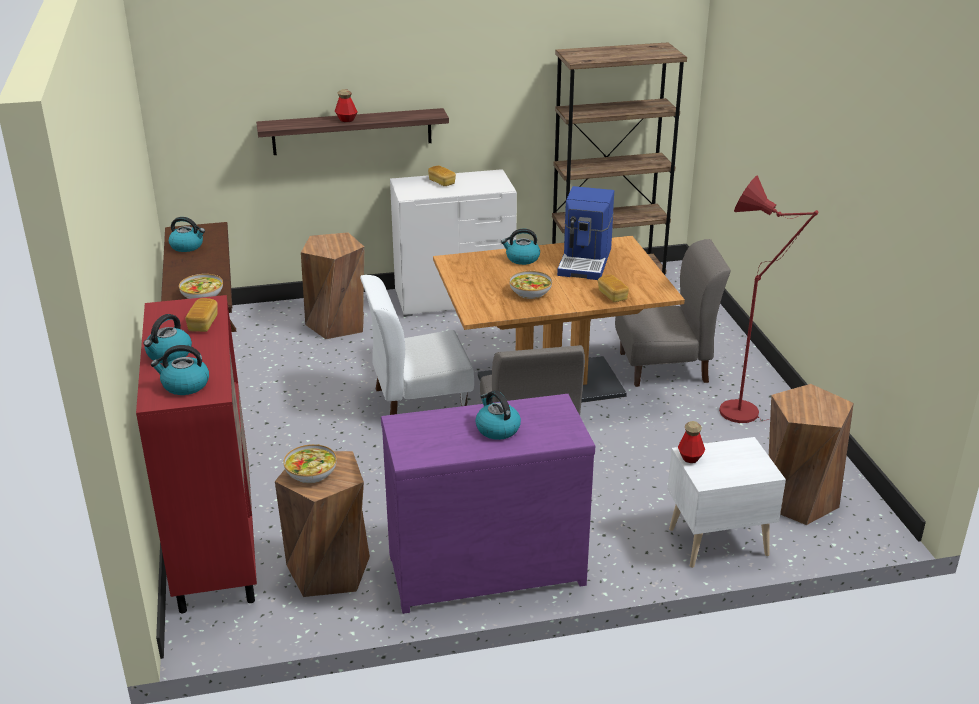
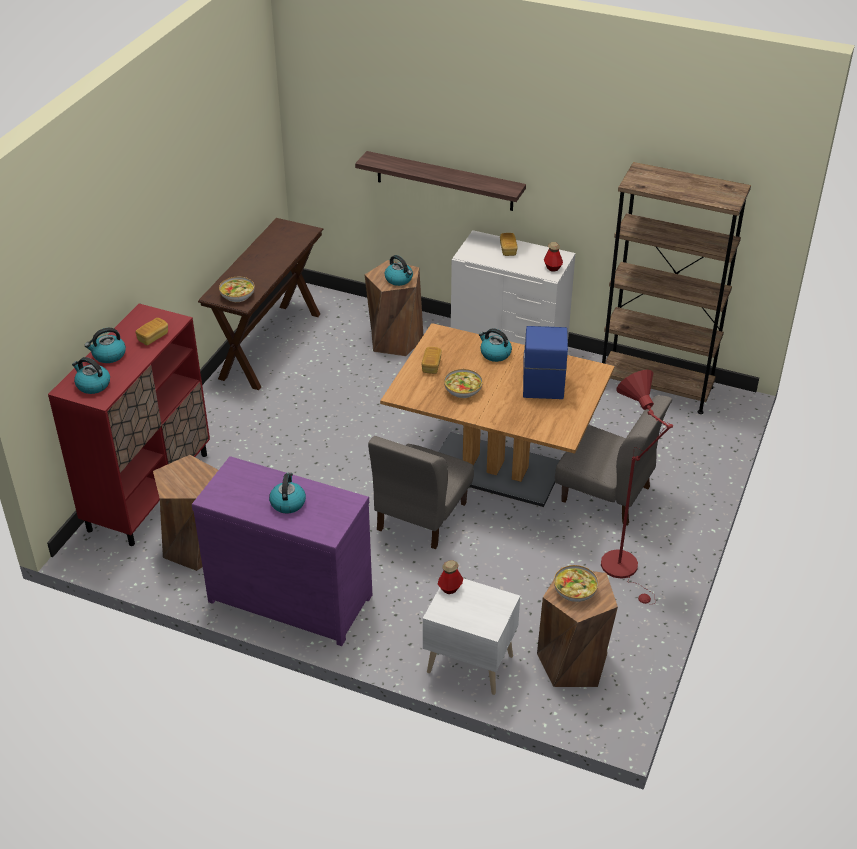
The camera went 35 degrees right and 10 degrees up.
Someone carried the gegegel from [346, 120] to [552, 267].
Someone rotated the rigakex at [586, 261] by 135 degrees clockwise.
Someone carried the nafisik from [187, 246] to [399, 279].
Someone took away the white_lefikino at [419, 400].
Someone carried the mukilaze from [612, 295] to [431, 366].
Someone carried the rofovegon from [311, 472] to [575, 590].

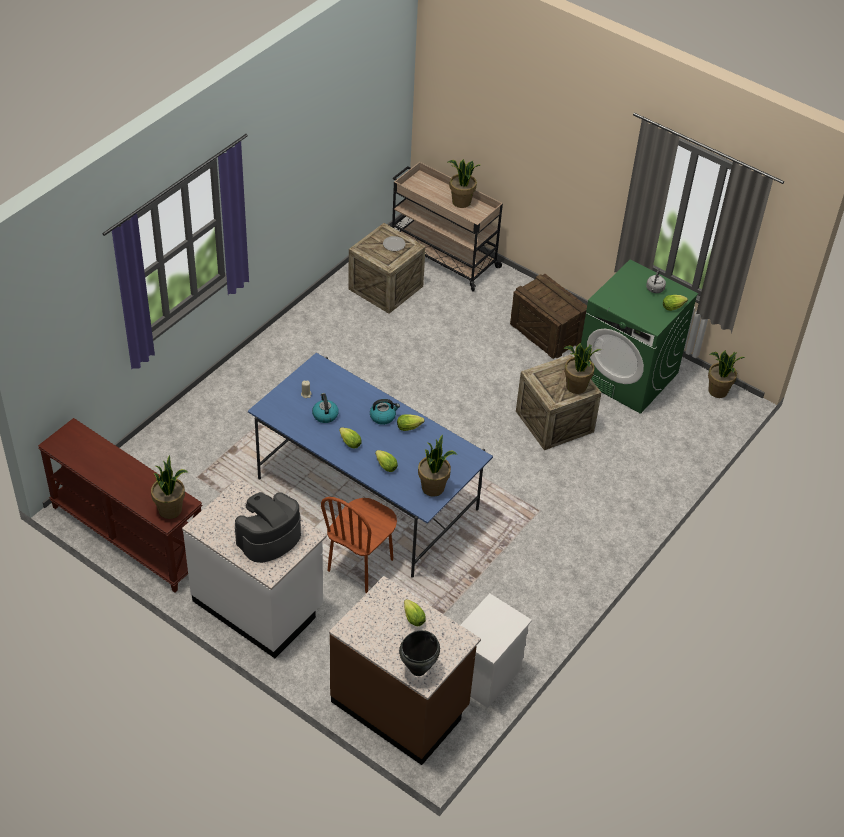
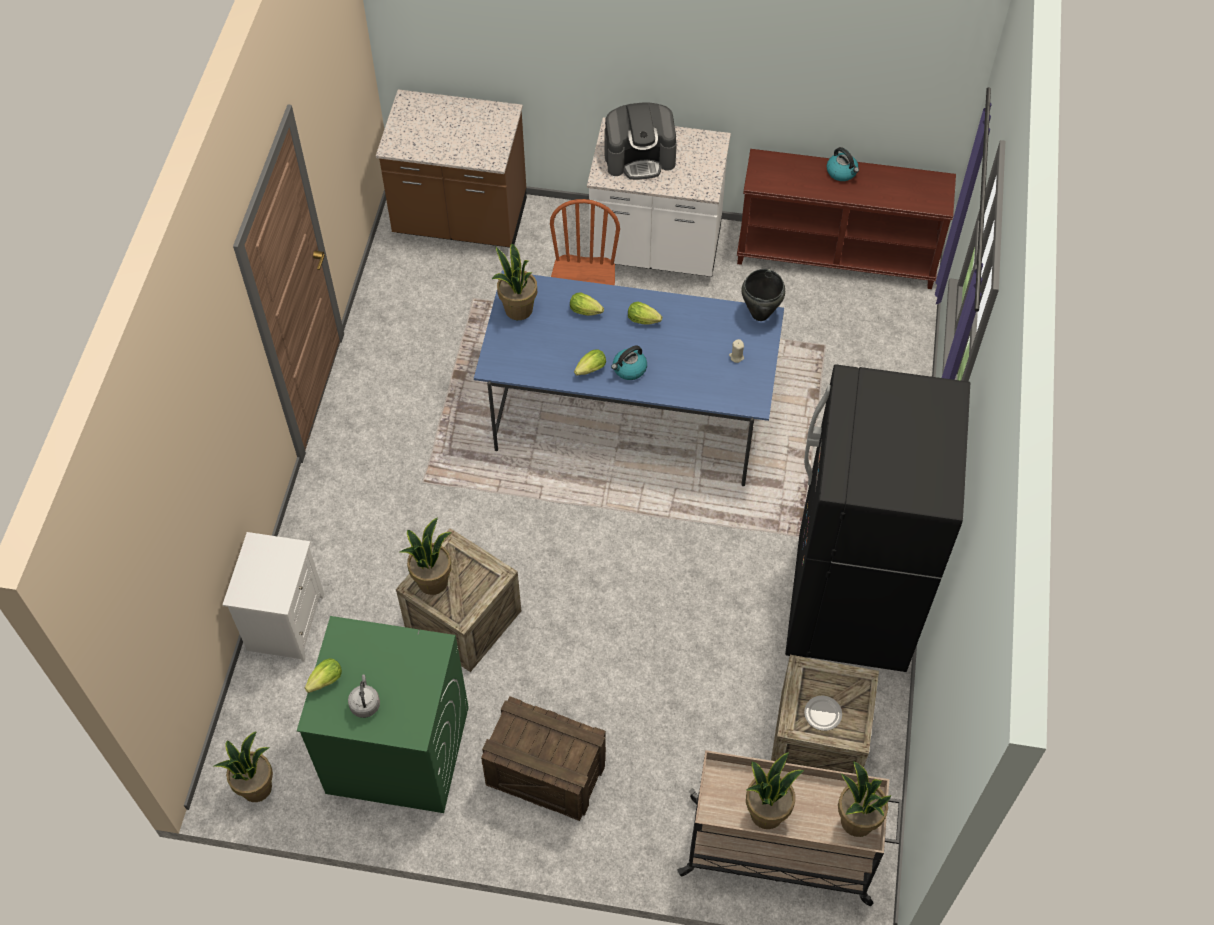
The camera went 155 degrees right and 10 degrees up.
Someone carried the nafisik from [325, 415] to [842, 172].
Someone carried the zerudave from [170, 510] to [856, 821].
Someone rotated the rigakex at [268, 538] by 60 degrees clockwise.
Someone carried the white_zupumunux from [485, 677] to [285, 621].
Someone took away the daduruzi at [412, 617].
Someone carried the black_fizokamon from [418, 669] to [759, 314].
Someone put down the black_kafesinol at [850, 604].

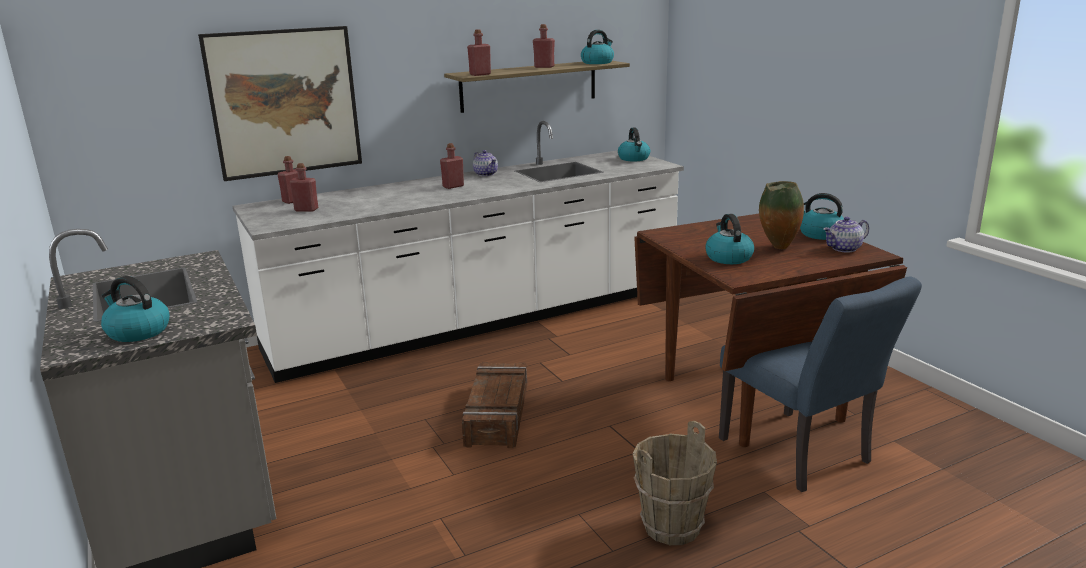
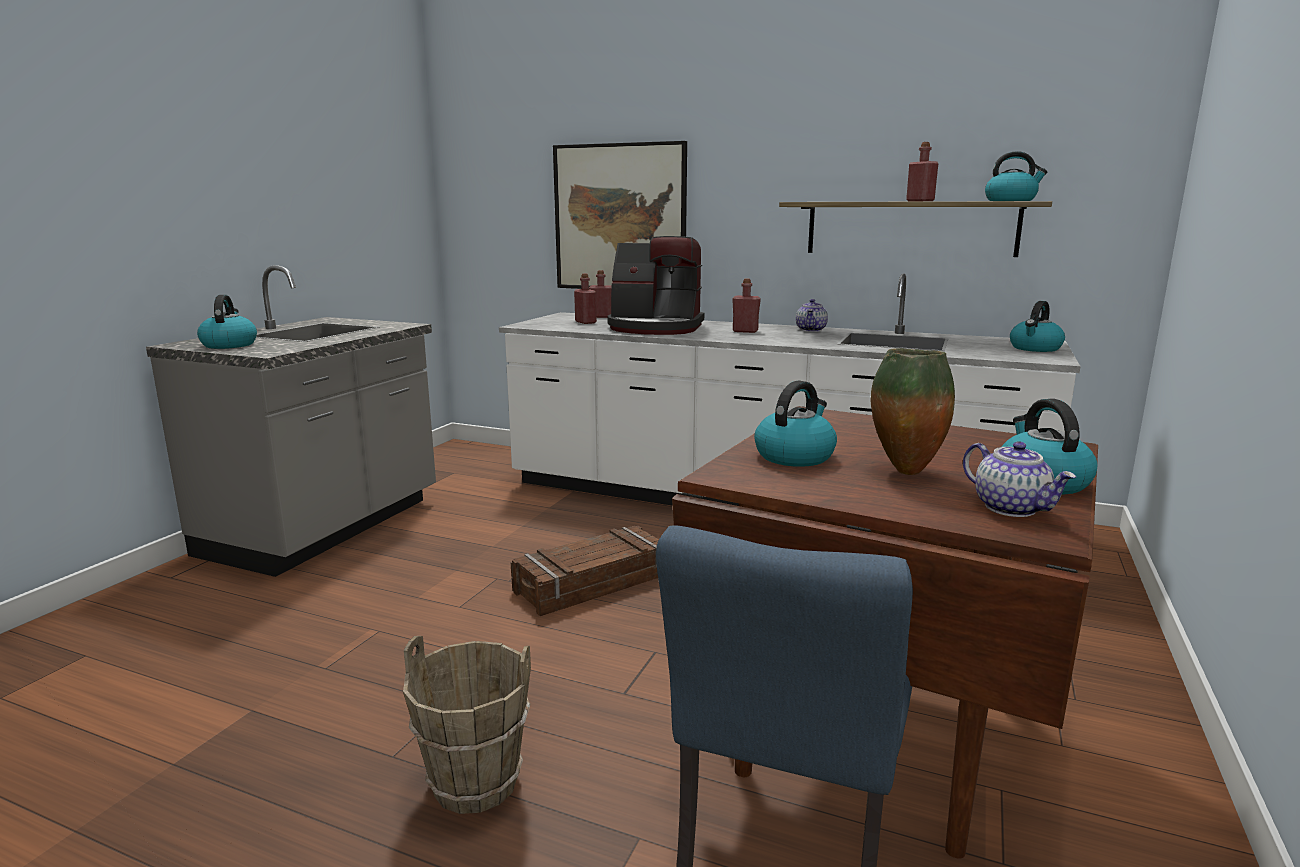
The camera went 50 degrees right and 5 degrees down.
Someone took away the red_gegegel at [480, 74].
Someone rotated the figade at [844, 249] by 150 degrees counterclockwise.
Someone put down the rigakex at [655, 328].

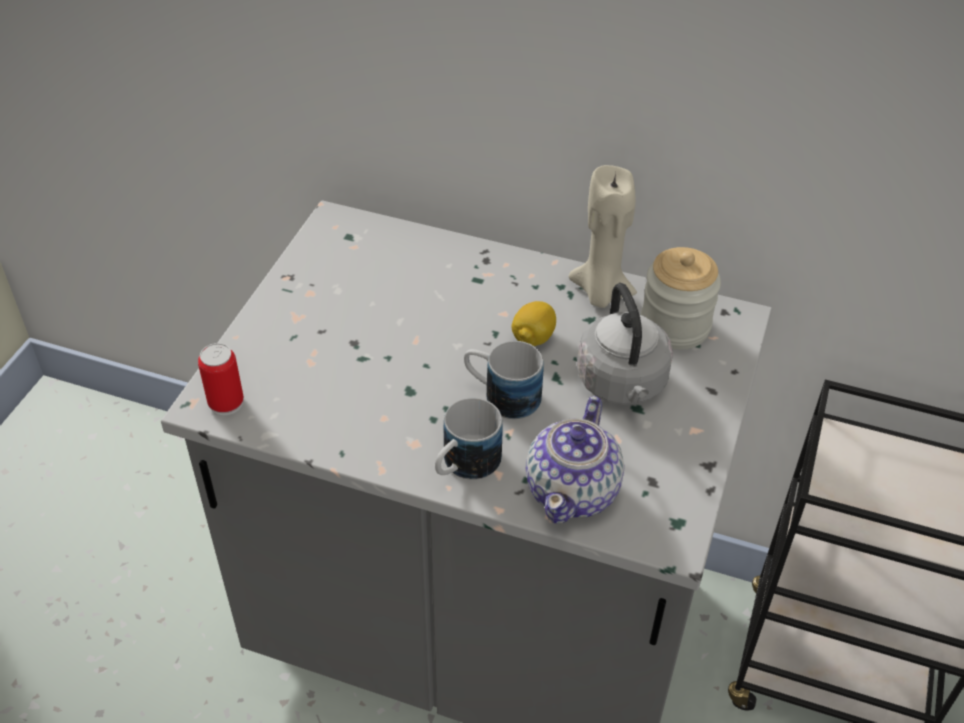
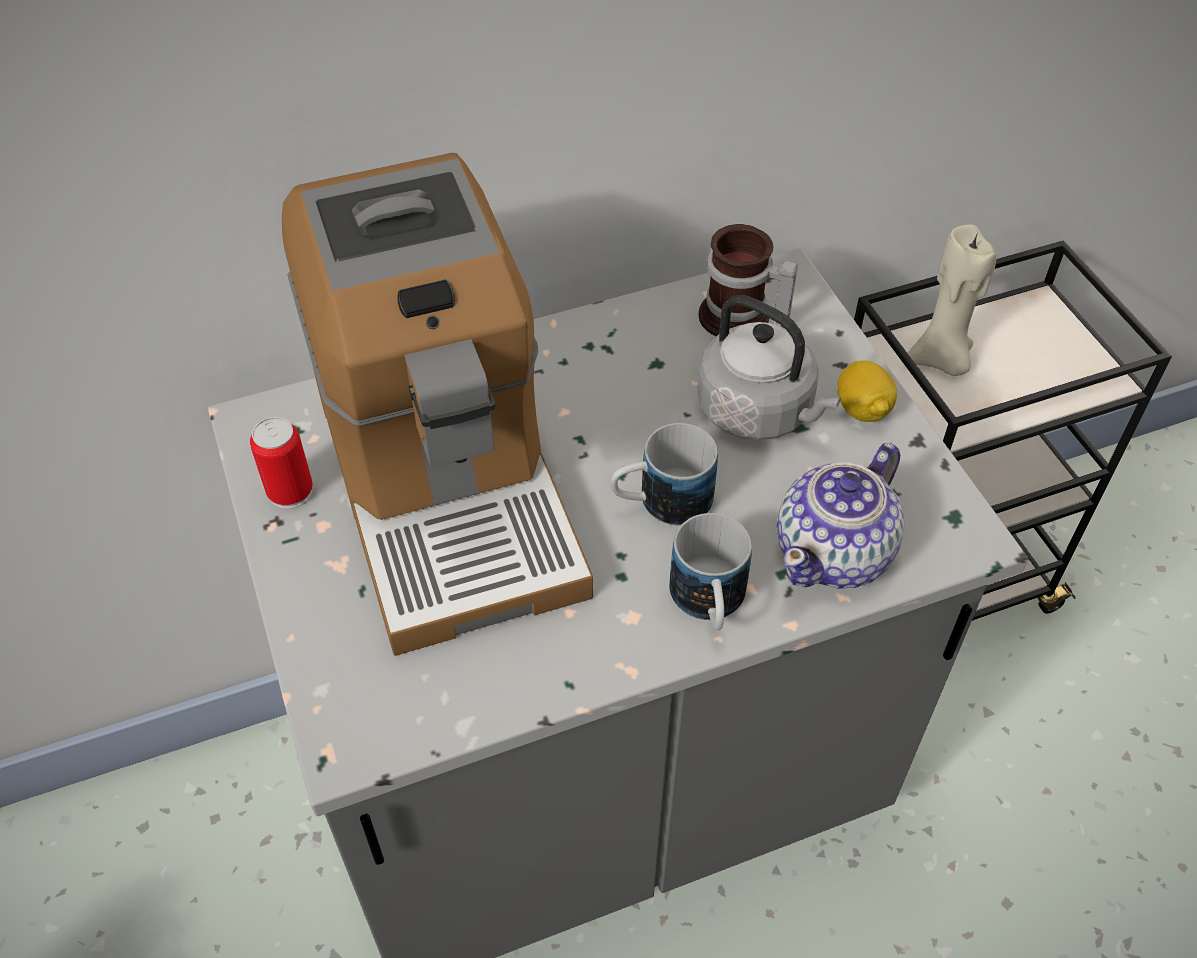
The camera went 40 degrees left and 5 degrees up.
Someone carried the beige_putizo from [601, 293] to [940, 360].
Someone swapped the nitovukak at [675, 326] for the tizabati at [740, 320].
Someone carried the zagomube from [533, 338] to [862, 409].
Someone carried the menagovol from [226, 403] to [290, 492].
Someone rotated the figade at [573, 490] by 60 degrees clockwise.
Someone put down the rigakex at [447, 487].

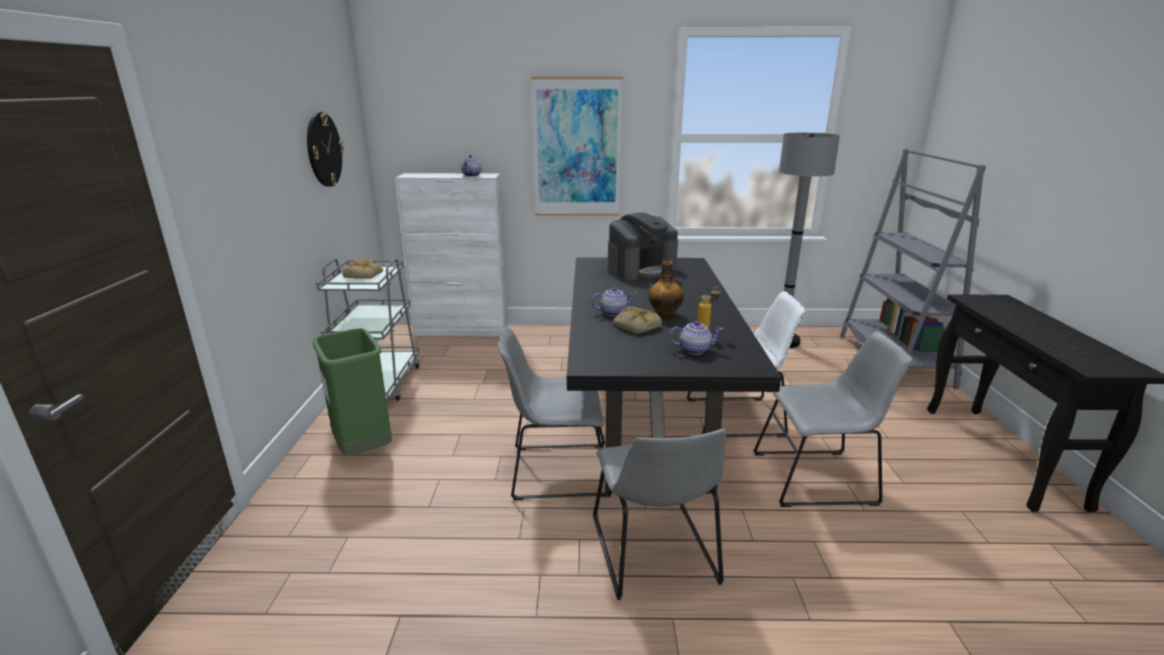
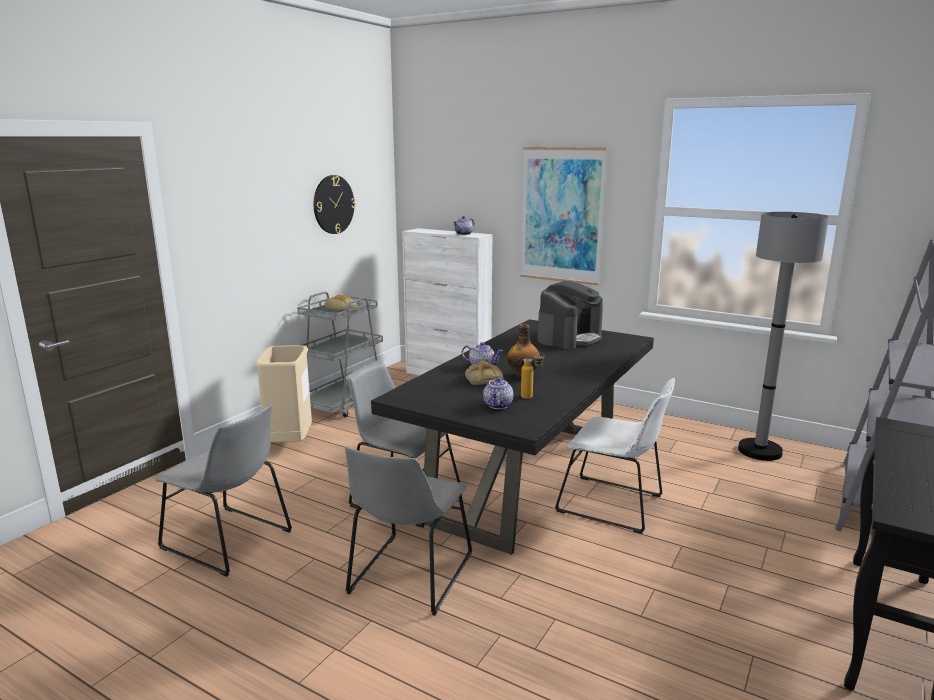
The camera went 30 degrees right and 5 degrees down.
Someone rotated the rigakex at [641, 269] by 45 degrees counterclockwise.
Someone rotated the figade at [694, 349] by 75 degrees clockwise.
Someone repainted the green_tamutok at [364, 449], which became the beige_tamutok at [290, 443].
Someone carried the grey_lefikino from [819, 478] to [230, 541].

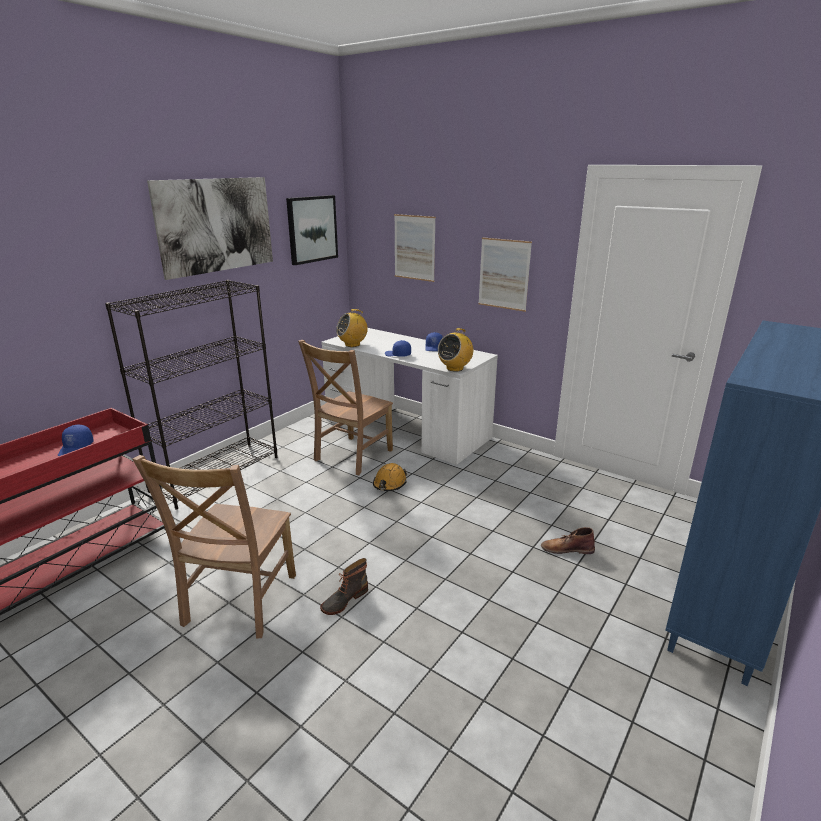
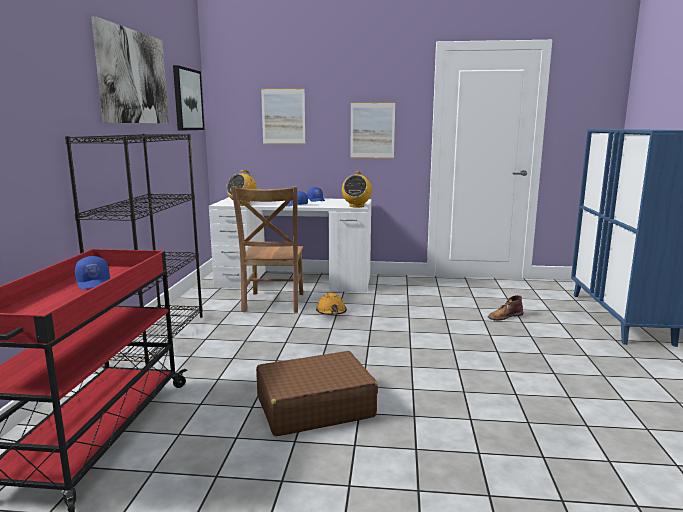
The camera went 30 degrees left and 10 degrees down.
Someone swapped the brown_lefikino at [238, 602] for the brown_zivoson at [314, 407].
Someone took away the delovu at [344, 600].

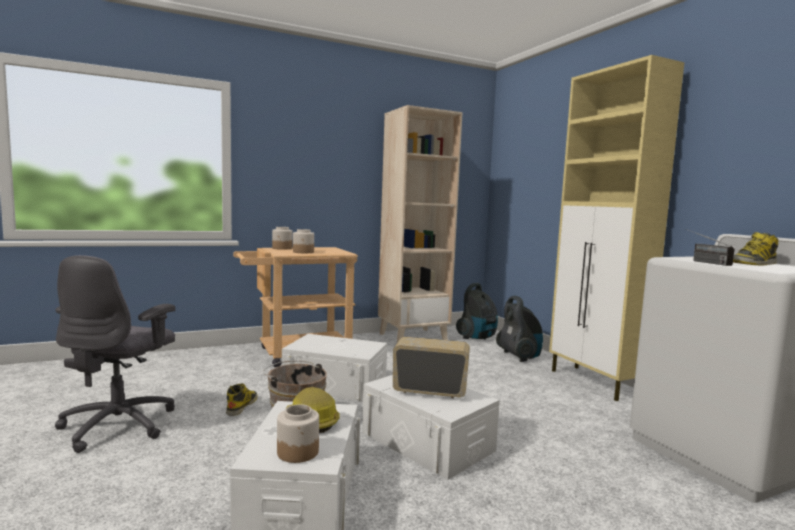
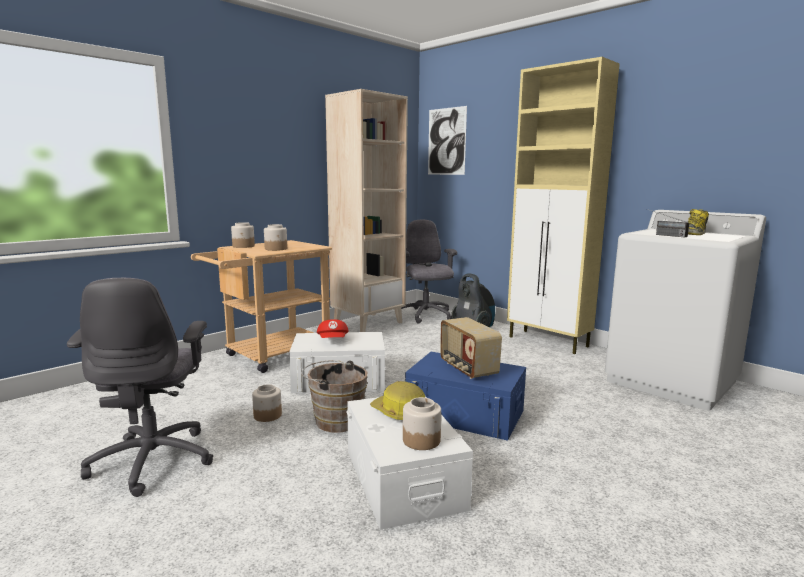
The camera went 20 degrees left and 5 degrees up.
Someone swapped the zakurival at [477, 337] for the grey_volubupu at [425, 316].
Someone rotated the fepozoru at [430, 391] by 105 degrees counterclockwise.
Someone repainted the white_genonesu at [427, 441], which became the blue_genonesu at [465, 413].
Someone swapped the delovu at [242, 406] for the nitovukak at [267, 415].
Someone put up the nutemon at [446, 141].
Someone put down the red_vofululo at [333, 341].

